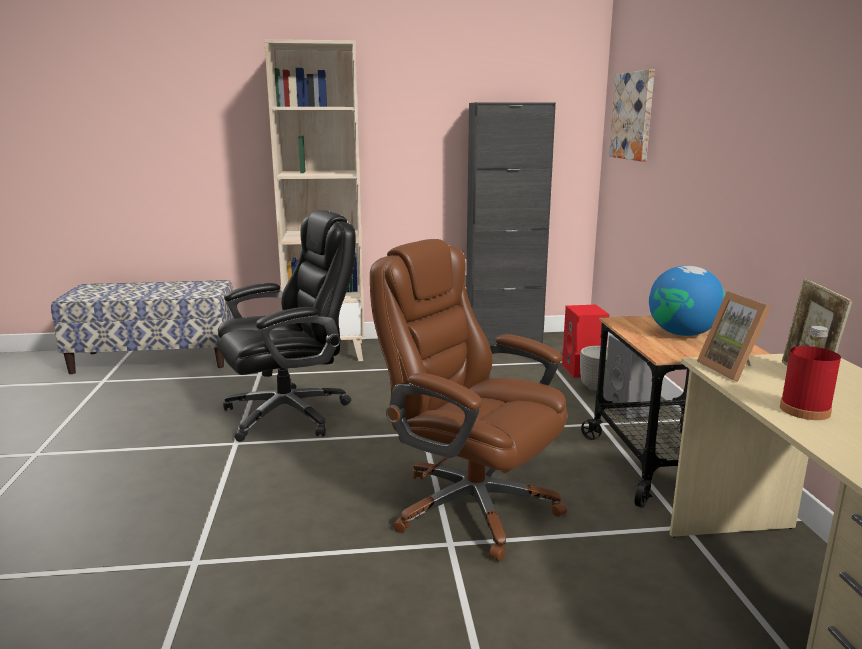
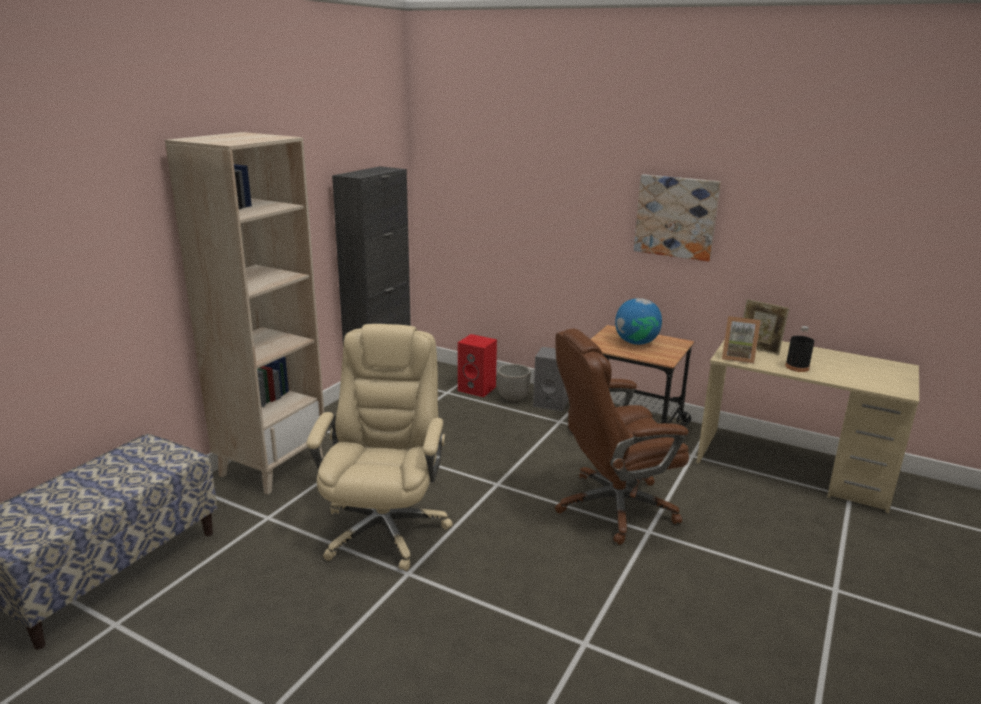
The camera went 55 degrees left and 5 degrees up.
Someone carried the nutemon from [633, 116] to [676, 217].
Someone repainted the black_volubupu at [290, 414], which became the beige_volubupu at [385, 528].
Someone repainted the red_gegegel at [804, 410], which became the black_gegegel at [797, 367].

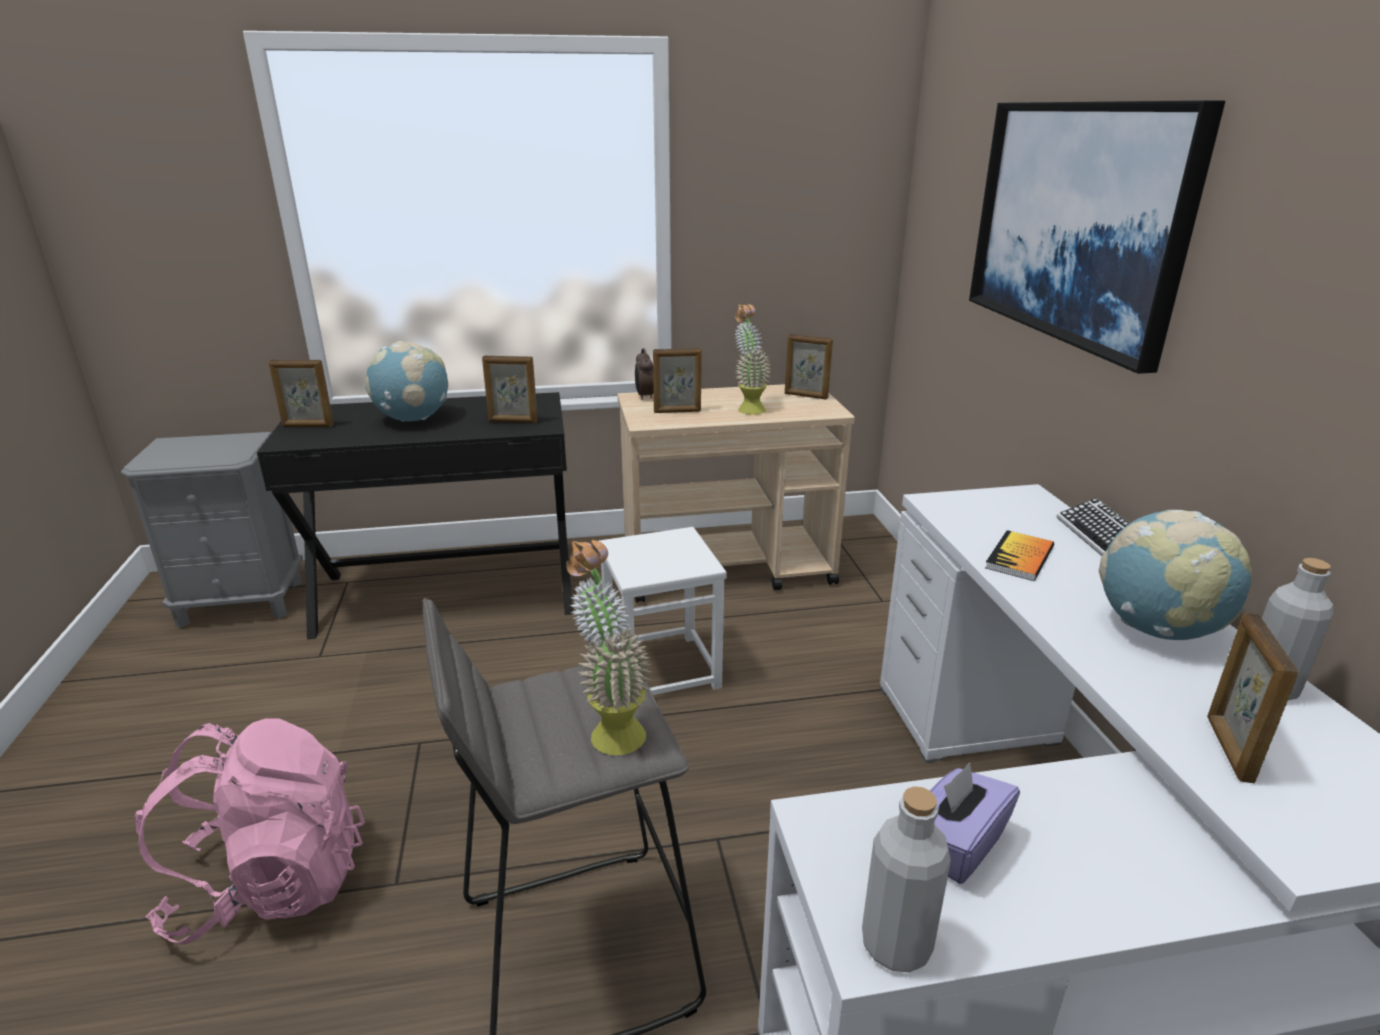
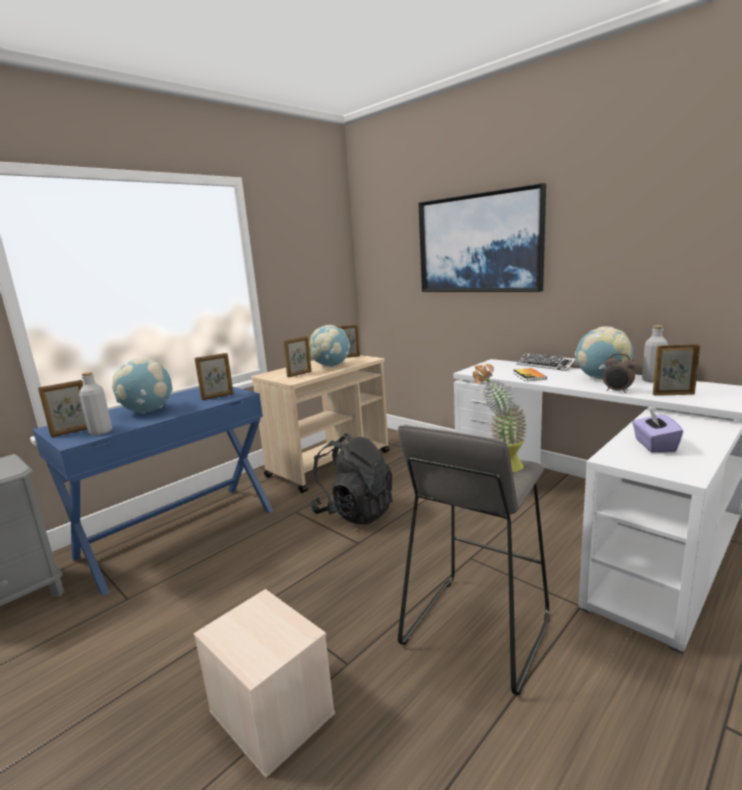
The camera went 35 degrees left and 10 degrees down.
Someone swapped the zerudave at [748, 408] for the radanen at [331, 366].
Someone carried the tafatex from [644, 396] to [617, 391].
Someone repainted the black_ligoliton at [448, 593], which became the blue_ligoliton at [178, 532].
Someone swapped the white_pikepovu at [662, 669] for the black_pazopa at [354, 512].
Someone rotated the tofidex at [1228, 748] by 120 degrees clockwise.
Someone swapped the pink_pazopa at [271, 883] for the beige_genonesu at [269, 712].
Someone carried the grey_gegegel from [896, 944] to [101, 432].

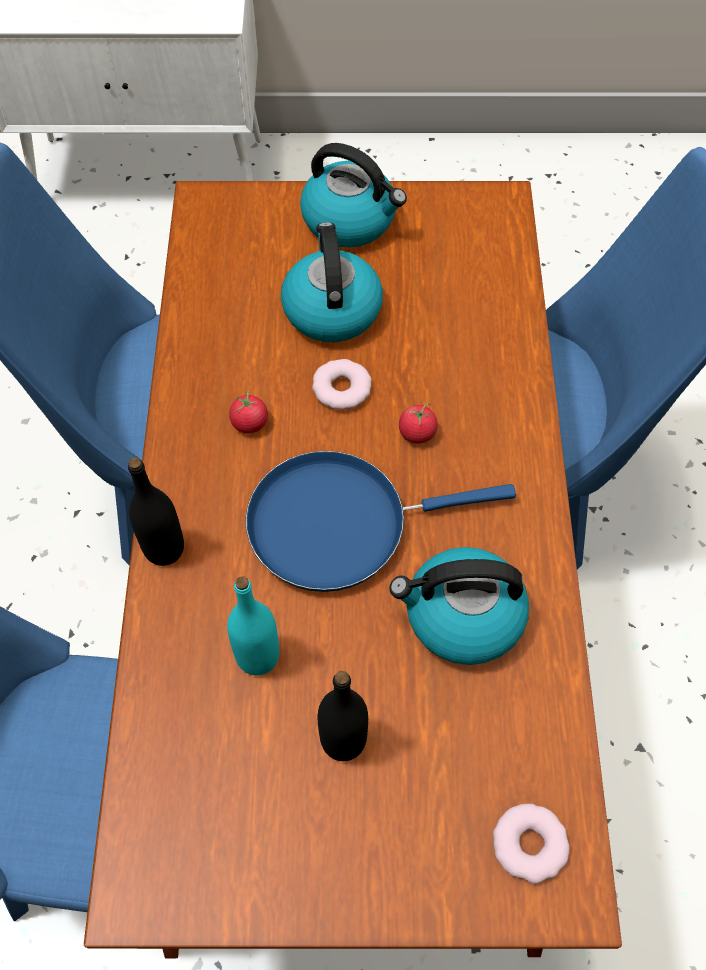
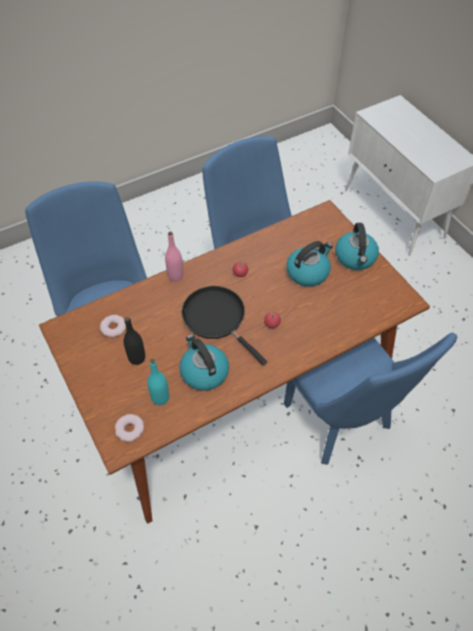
The camera went 60 degrees right and 5 degrees down.
Someone carried the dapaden from [341, 388] to [113, 327].
Someone repainted the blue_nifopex at [339, 524], which became the black_nifopex at [217, 318].
Someone repainted the black_gegegel at [164, 549], which became the pink_gegegel at [175, 276].
Someone carried the turquoise_gegegel from [257, 656] to [160, 398].

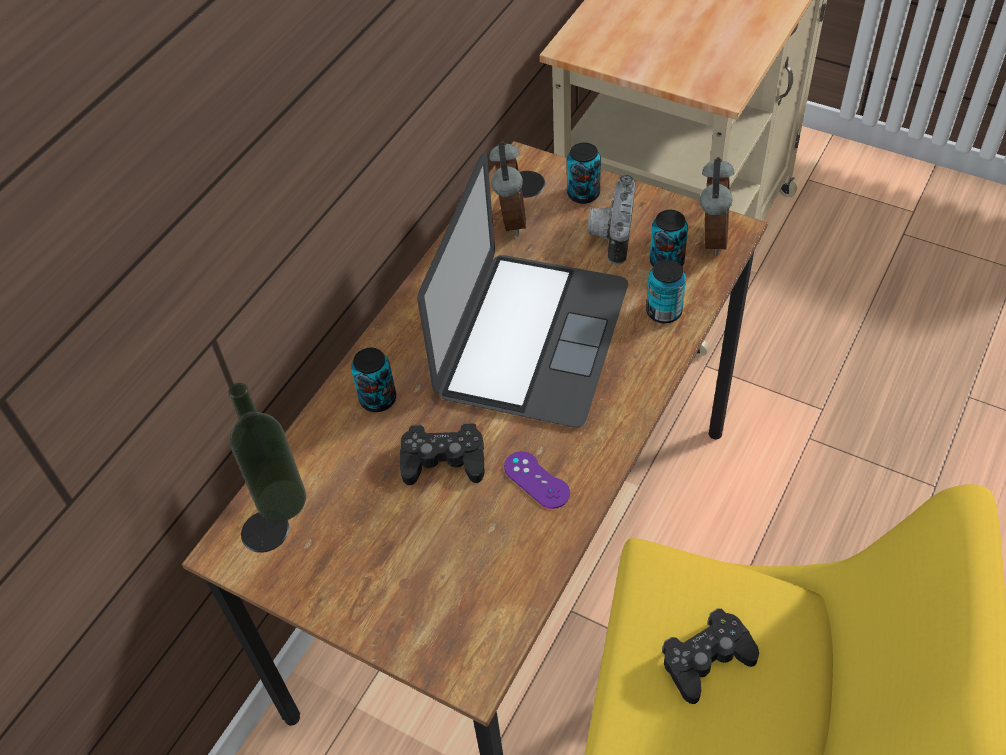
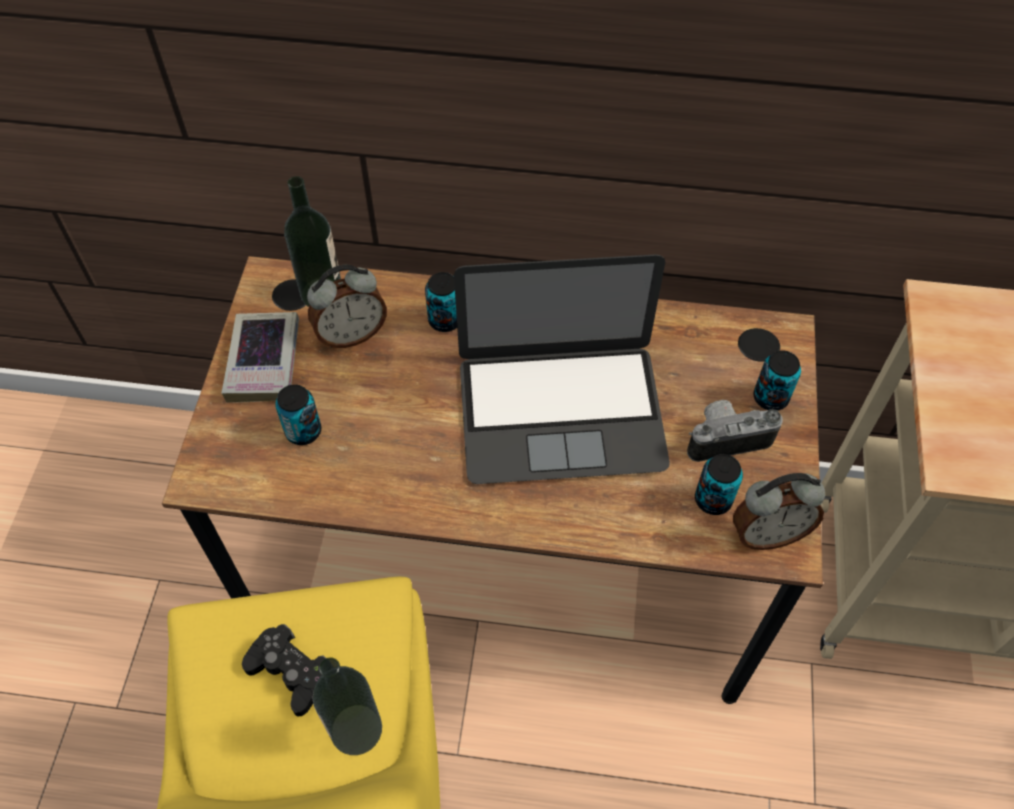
The camera went 65 degrees right and 5 degrees up.
Someone carried the tafatex from [510, 221] to [351, 334].
Someone carried the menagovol from [664, 312] to [303, 431].
Someone took away the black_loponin at [443, 460].
Someone took away the purple_loponin at [536, 480].
Someone put down the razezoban at [264, 361].
Someone put down the gegegel at [356, 729].

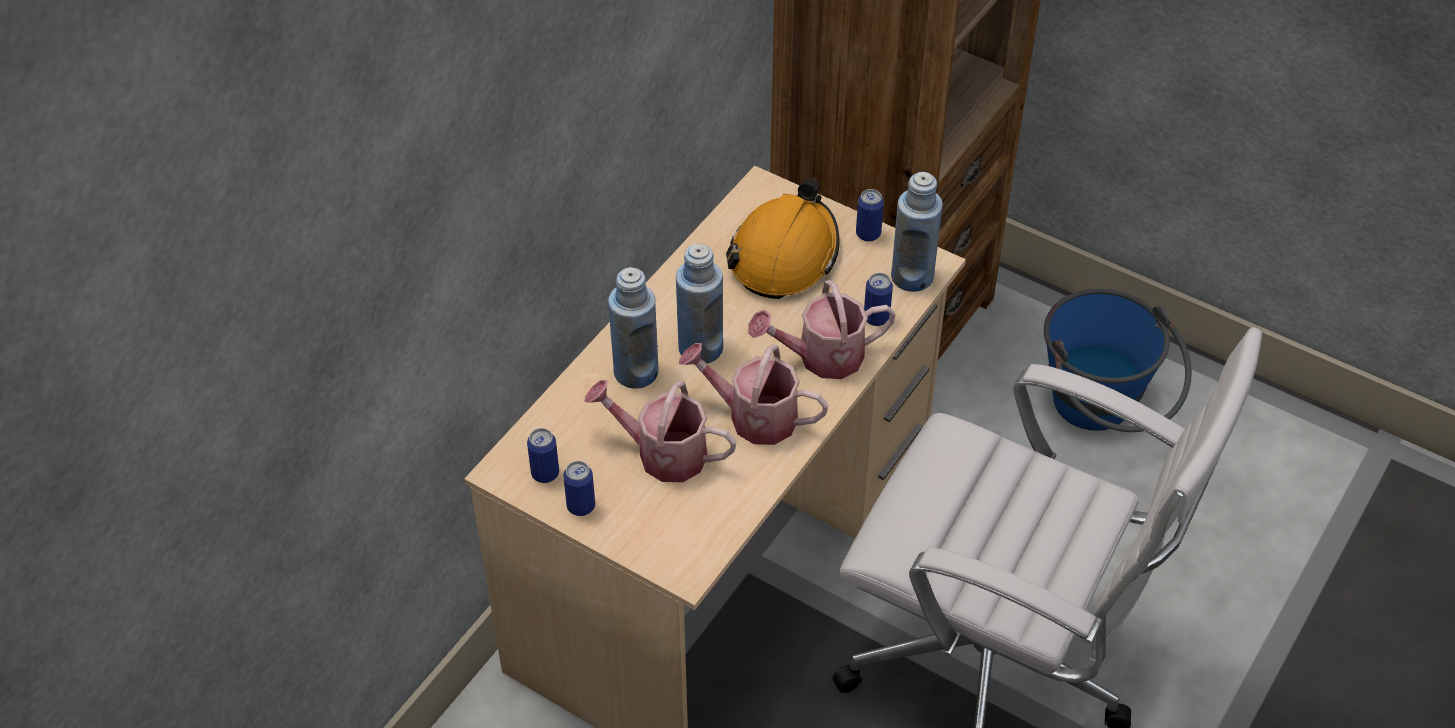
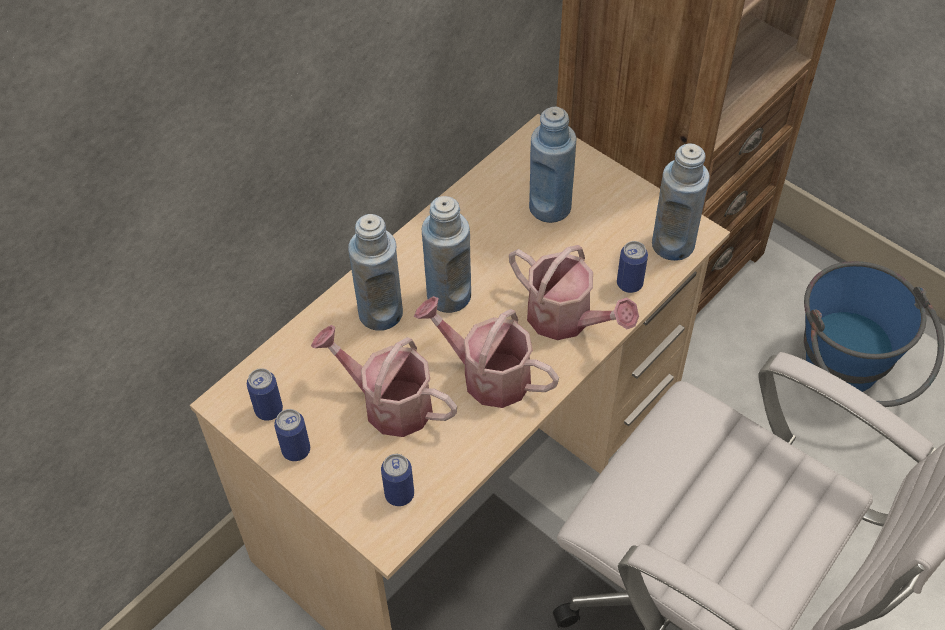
The camera went 10 degrees right and 5 degrees up.
Someone swapped the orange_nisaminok at [784, 254] for the blue_gegegel at [550, 207].
Someone carried the menagovol from [868, 234] to [399, 494].
Someone rotated the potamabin at [821, 357] by 135 degrees counterclockwise.

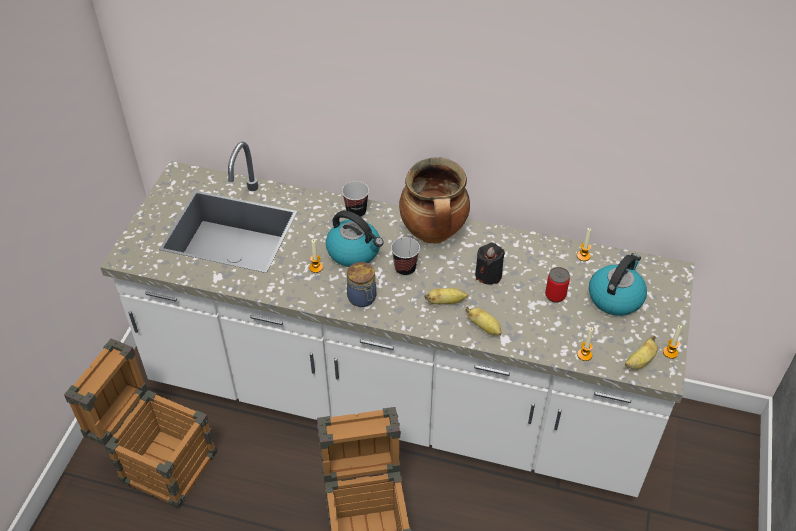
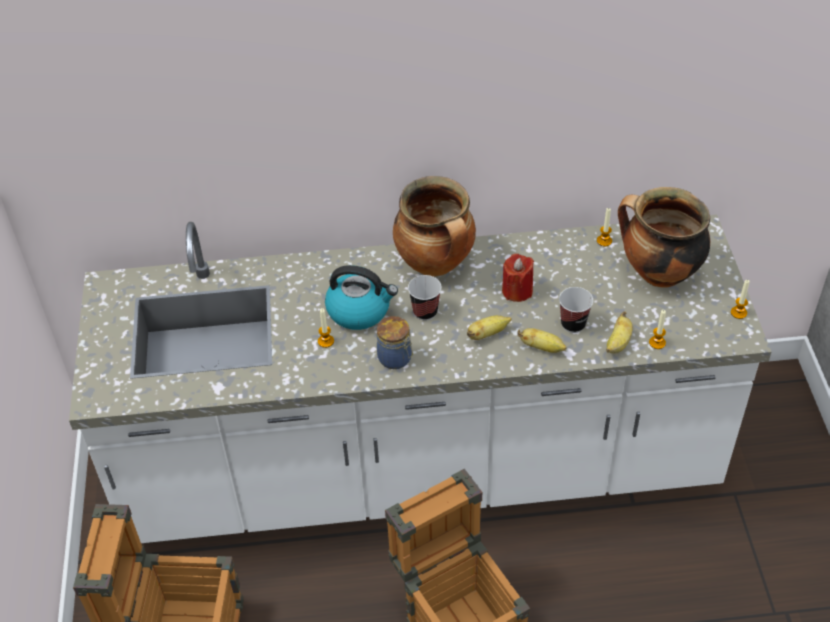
The camera went 20 degrees left and 0 degrees up.
Someone carried the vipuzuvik from [356, 212] to [573, 324].
Someone repainted the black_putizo at [488, 275], which became the red_putizo at [517, 291].
Someone swapped the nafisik at [615, 297] for the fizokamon at [657, 273].
Someone took away the menagovol at [555, 295].
Someone carried the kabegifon from [640, 361] to [618, 343].

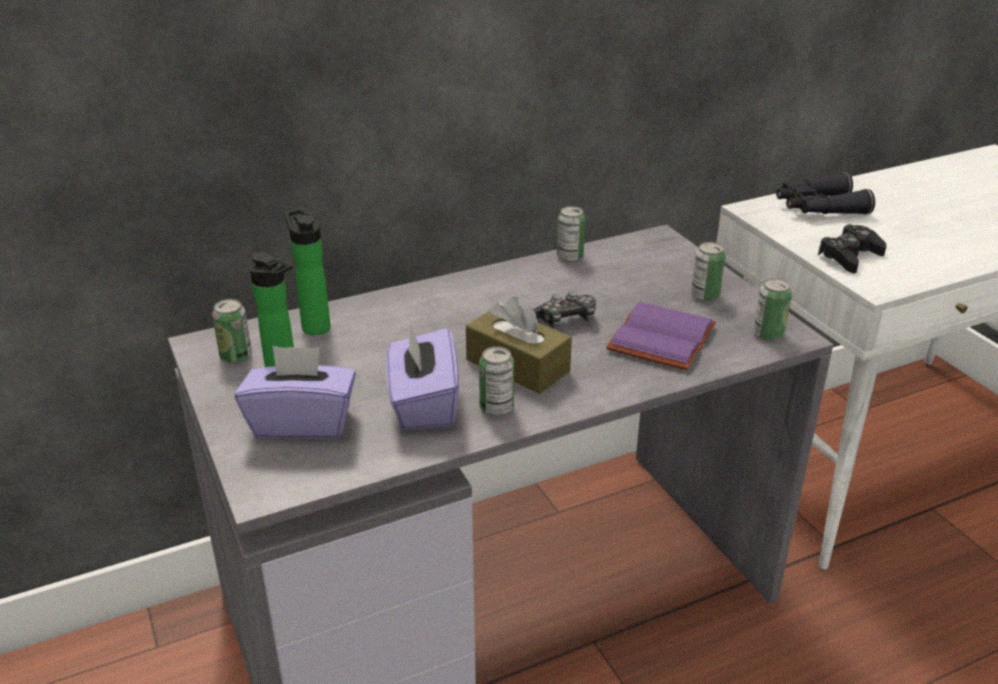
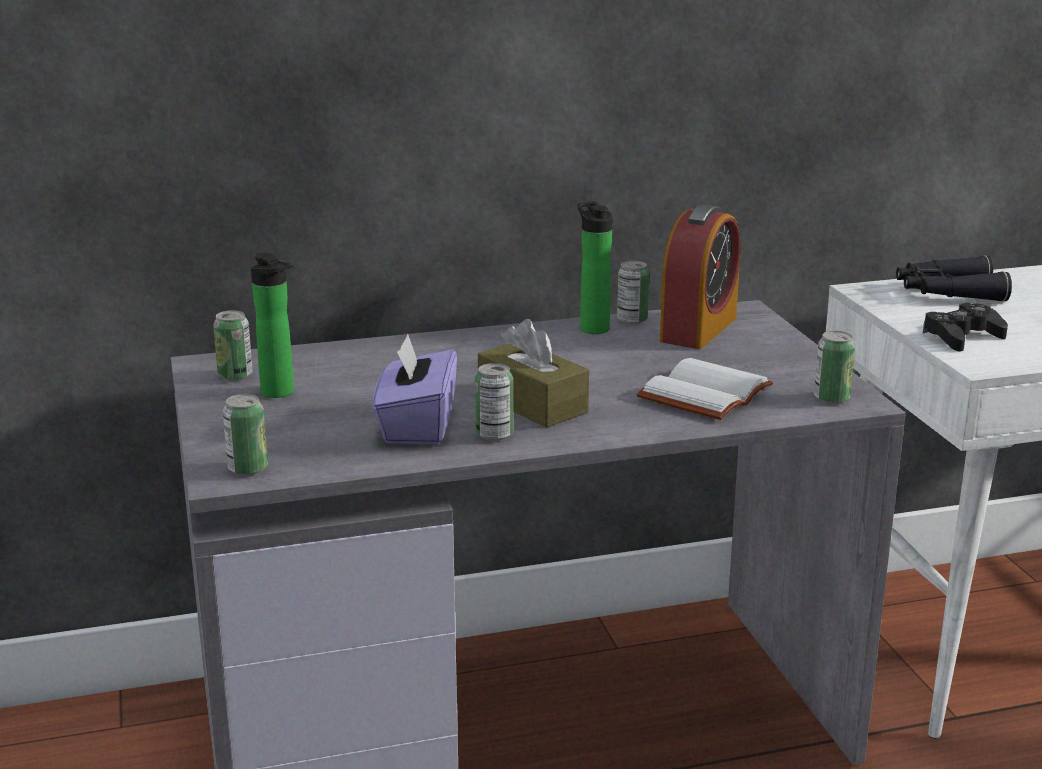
The camera went 10 degrees right and 10 degrees down.
Someone carried the gegegel from [314, 326] to [592, 327].
Someone carried the menagovol from [705, 295] to [248, 469].
Someone took away the loponin at [565, 320].
Someone repainted the purple_razezoban at [659, 337], which became the white_razezoban at [703, 392].
Someone took away the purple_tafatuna at [302, 422].
Someone put down the tafatex at [698, 329].

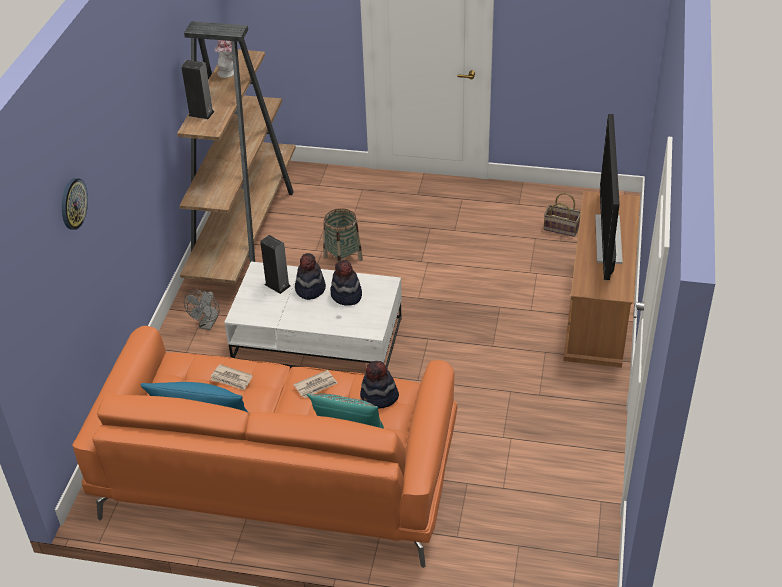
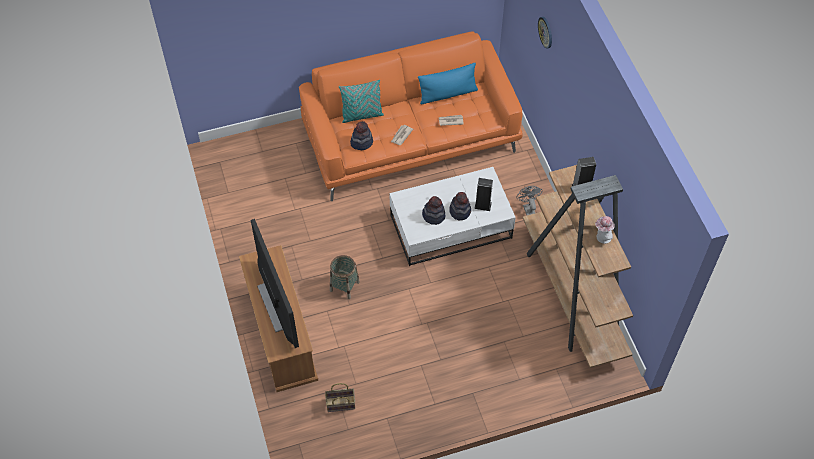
The camera went 150 degrees right and 15 degrees up.
Someone carried the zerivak from [343, 258] to [344, 286].

